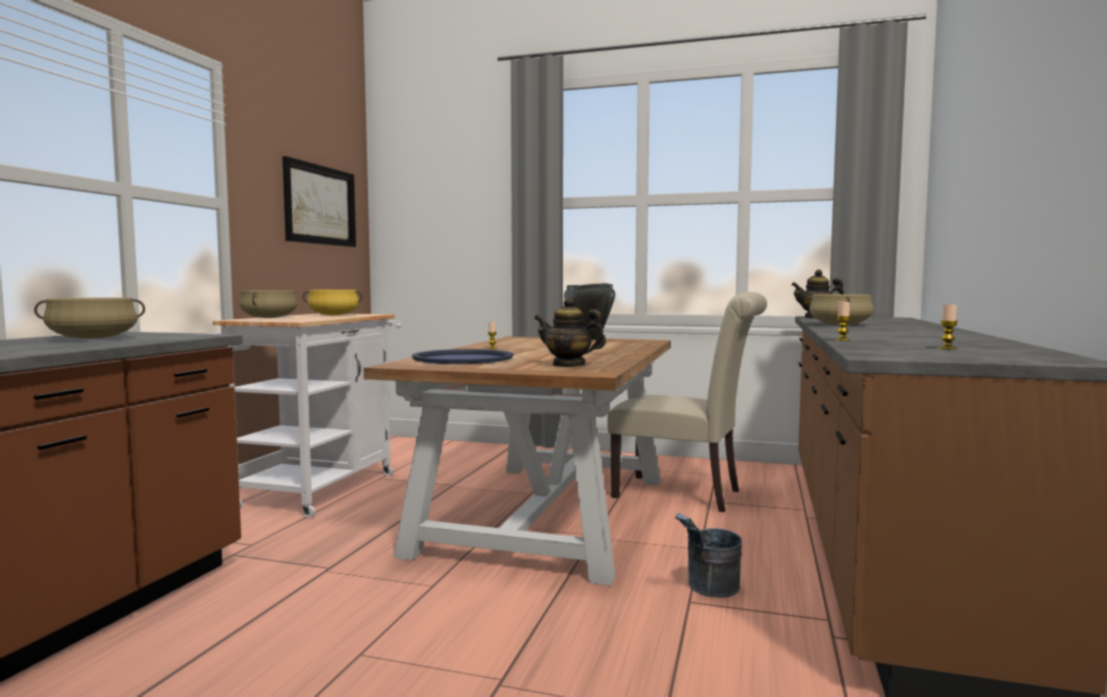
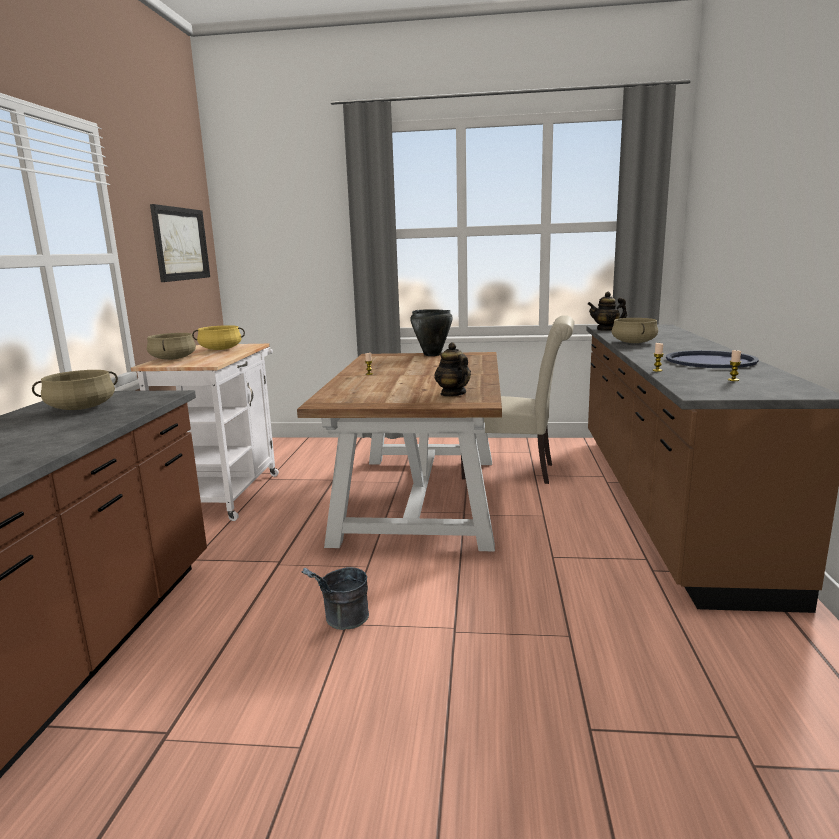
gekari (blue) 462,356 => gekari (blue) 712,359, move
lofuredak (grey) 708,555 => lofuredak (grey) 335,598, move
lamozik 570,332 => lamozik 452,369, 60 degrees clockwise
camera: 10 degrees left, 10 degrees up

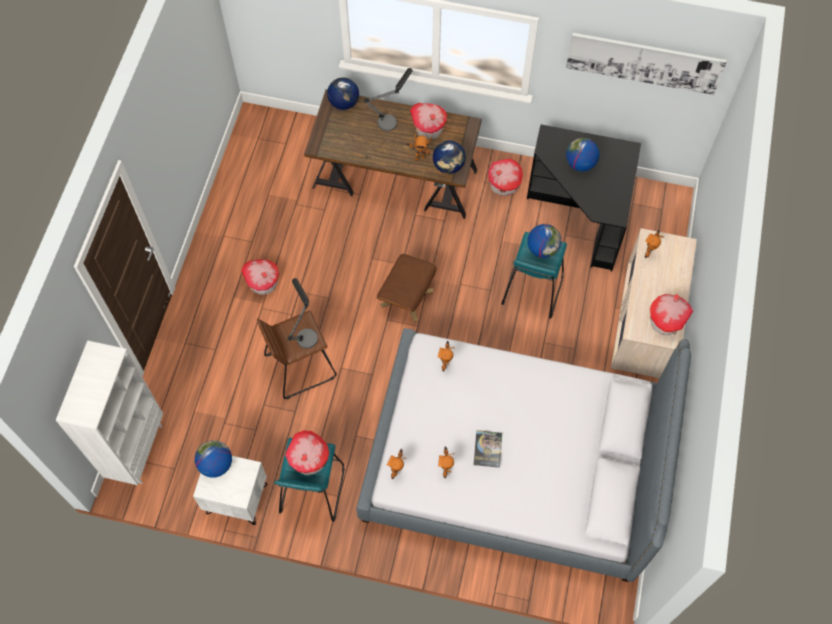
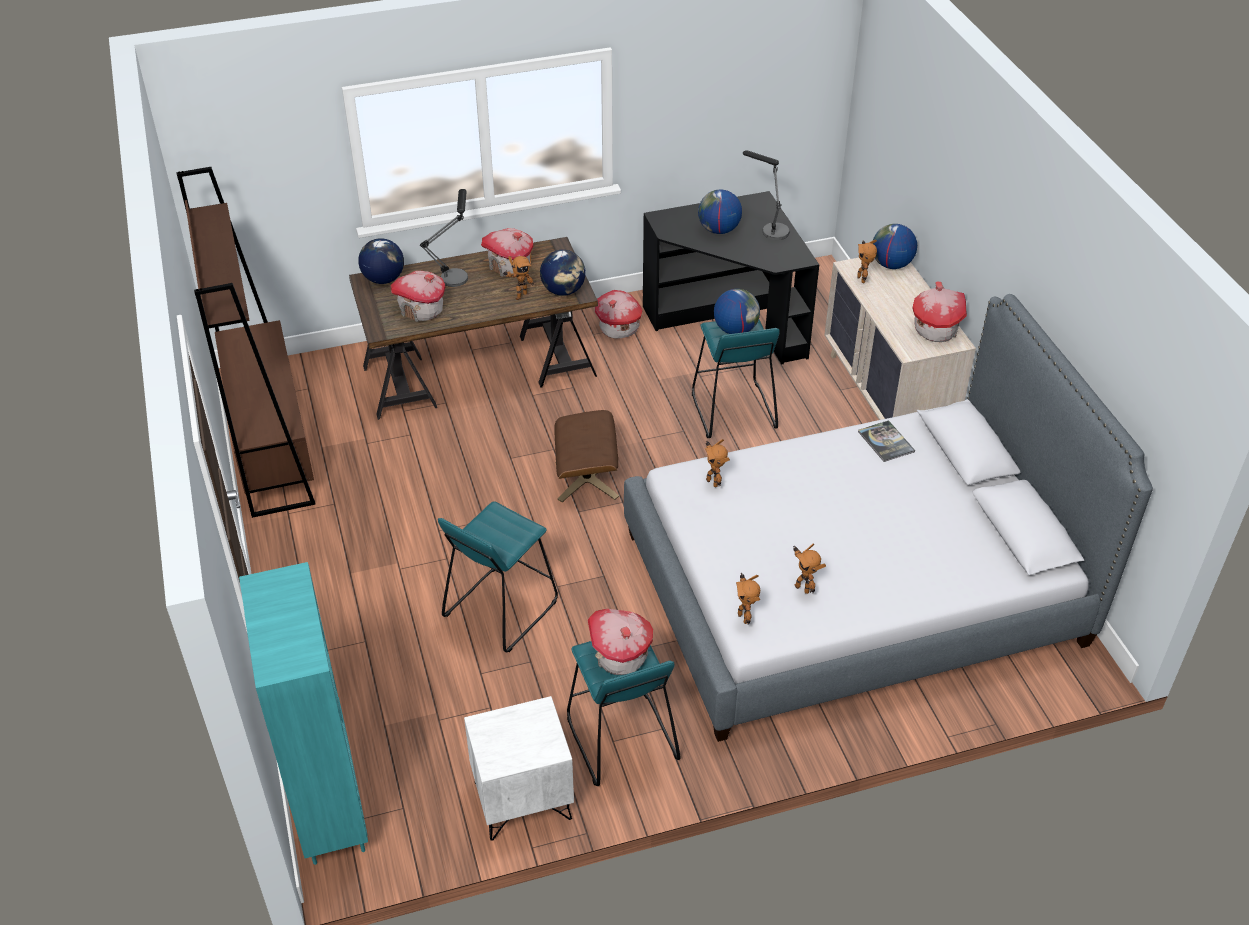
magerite 646,64 => nothing
nothing => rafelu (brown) 246,342
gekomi 213,459 => gekomi 895,246, move
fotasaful 260,277 => fotasaful 417,296, move
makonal 302,313 => makonal 766,195, move
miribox 487,449 => miribox 886,441, move
rafelu (white) 109,412 => rafelu (turquoise) 303,713
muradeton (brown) 296,355 => muradeton (turquoise) 498,576
camera: 30 degrees left, 20 degrees down

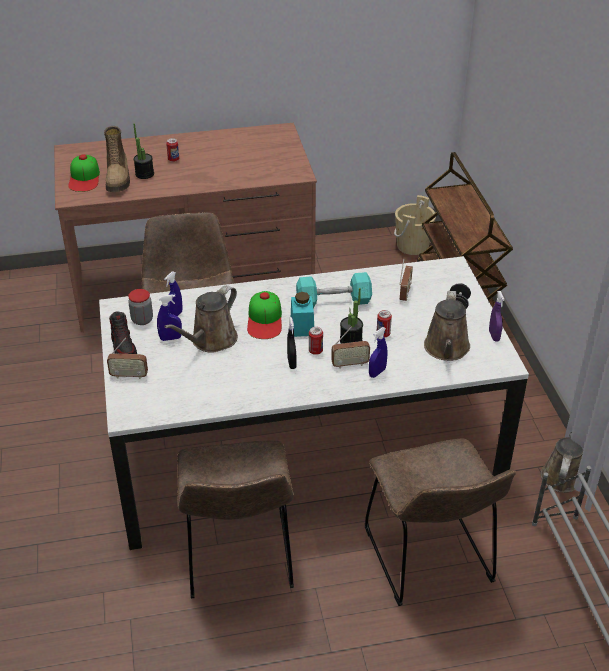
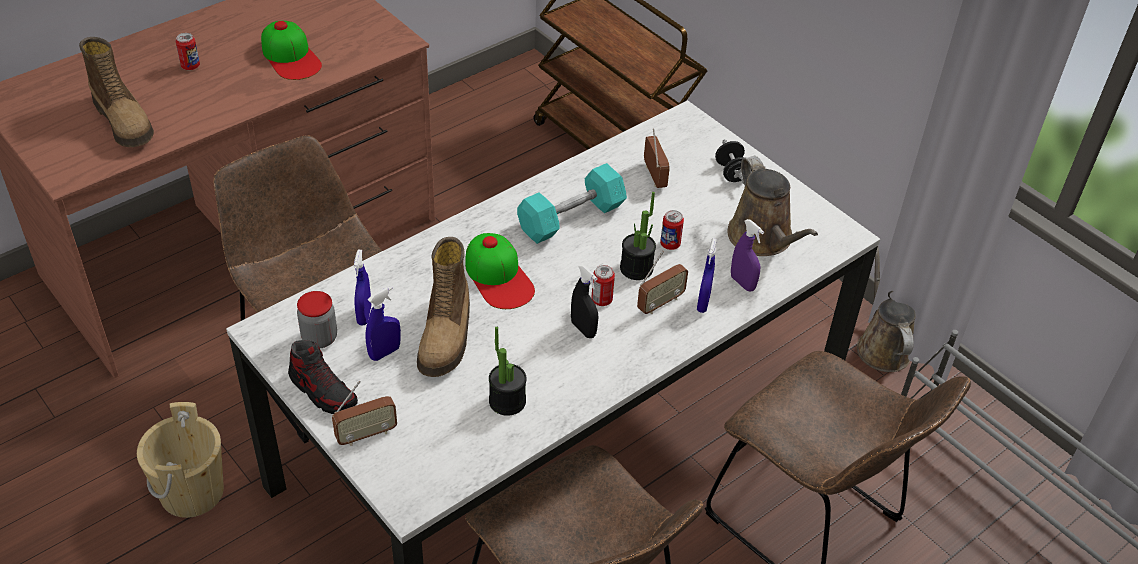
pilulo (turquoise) 302,314 => nothing
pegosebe 84,173 => pegosebe 291,50, move
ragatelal 143,151 => ragatelal 508,371, move
lofuredak (beige) 415,225 => lofuredak (beige) 180,460, move
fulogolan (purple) 497,316 => fulogolan (purple) 747,255, move
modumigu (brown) 201,319 => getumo 443,307
camera: 30 degrees left, 5 degrees up

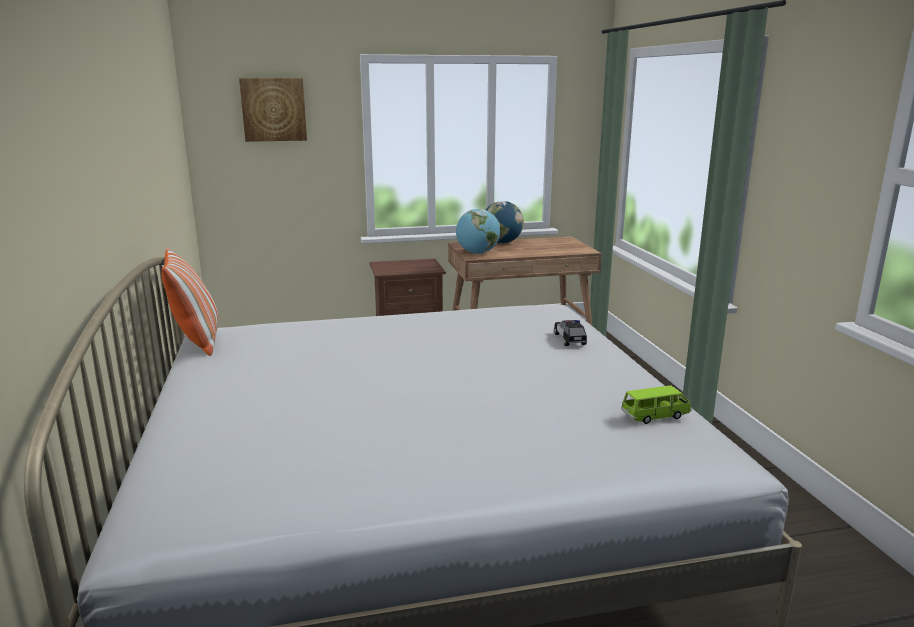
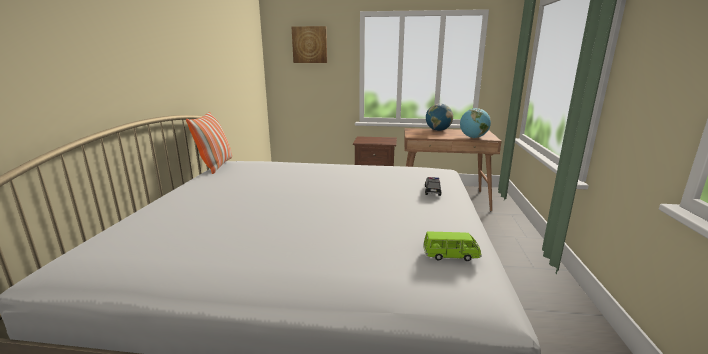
gekomi 478,231 => gekomi 475,123, move
camera: 20 degrees right, 0 degrees up

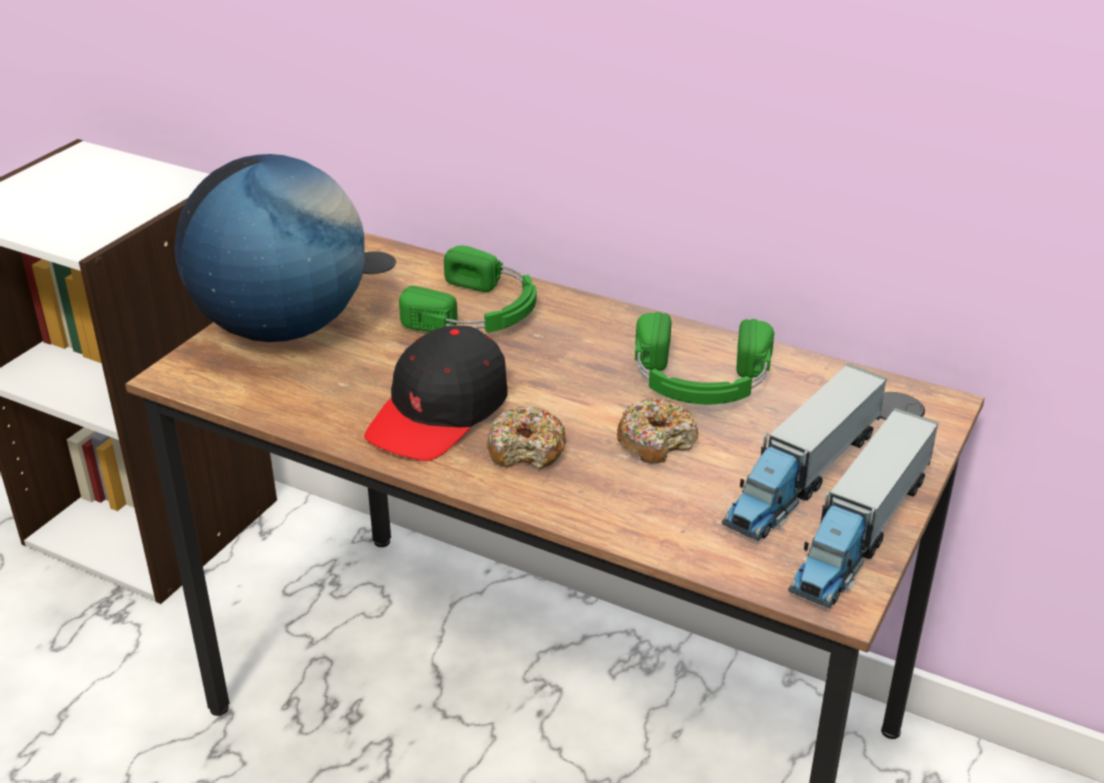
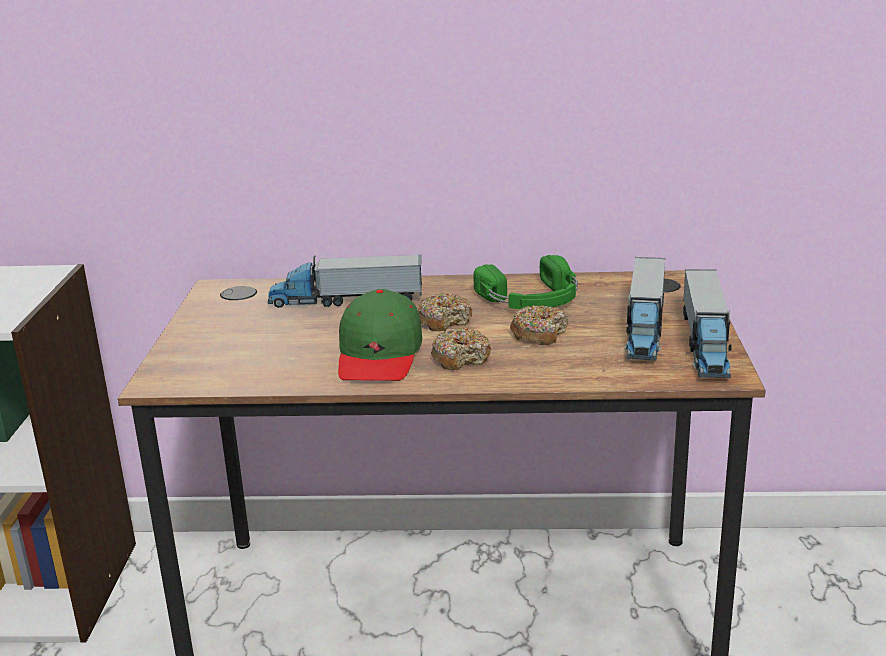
gekomi 270,248 => nothing
nothing => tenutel 445,312
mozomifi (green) 467,289 => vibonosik 345,281
pegosebe (black) 436,393 => pegosebe (green) 380,335
camera: 25 degrees left, 10 degrees down

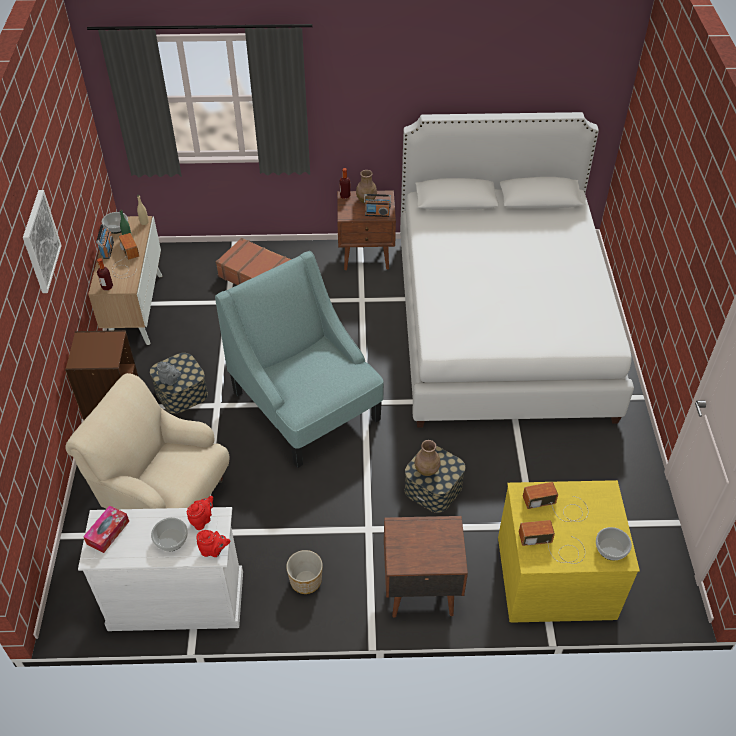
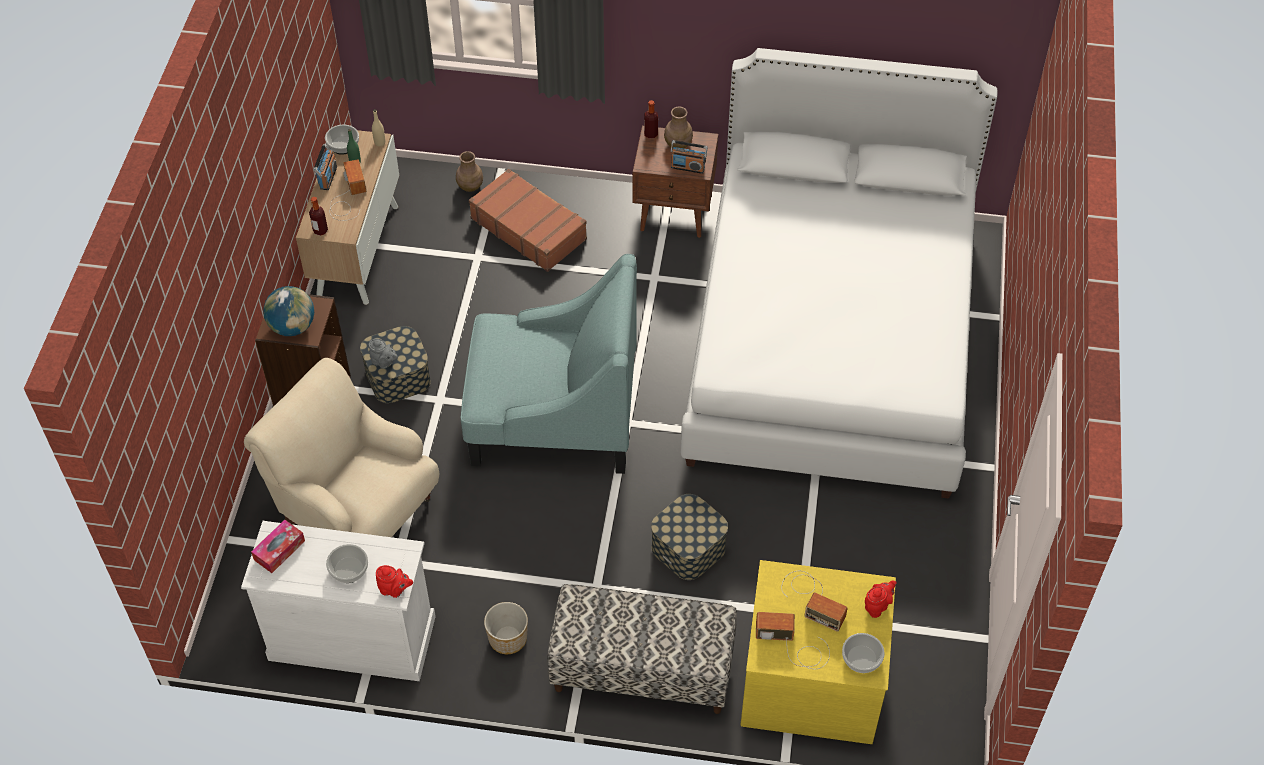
magerite 42,241 => nothing
nothing => gekomi 288,311
lamozik (red) 200,513 => lamozik (red) 881,599, move
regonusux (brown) 427,458 => regonusux (brown) 469,171, move
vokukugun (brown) 426,567 => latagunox 642,649
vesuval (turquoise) 299,359 => vesuval (turquoise) 549,364, 120 degrees clockwise
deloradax 555,502 => deloradax 814,601, 150 degrees counterclockwise
camera: 10 degrees right, 5 degrees up

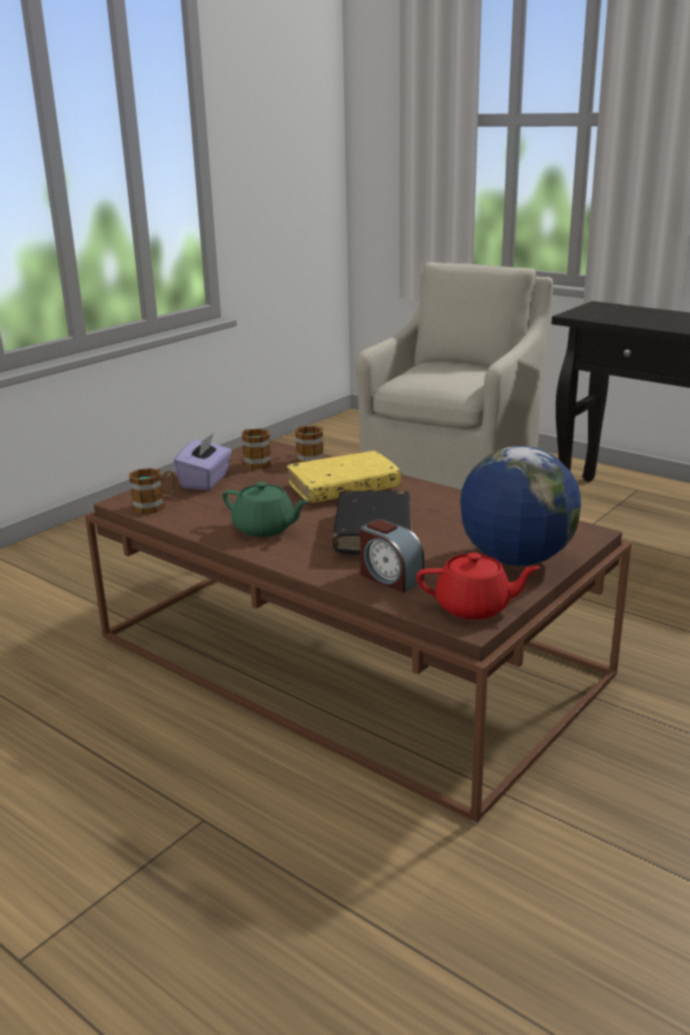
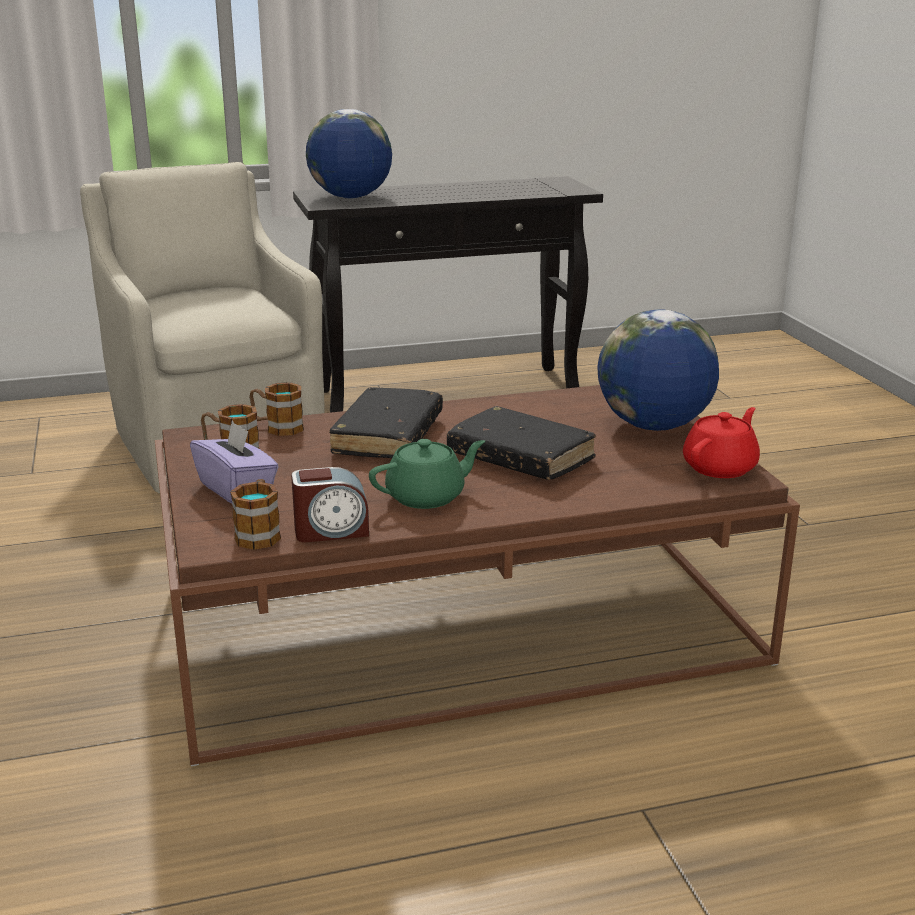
nothing => gekomi 349,153
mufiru 392,556 => mufiru 330,504, move
miribox (yellow) 344,477 => miribox (black) 386,422
camera: 55 degrees left, 0 degrees up

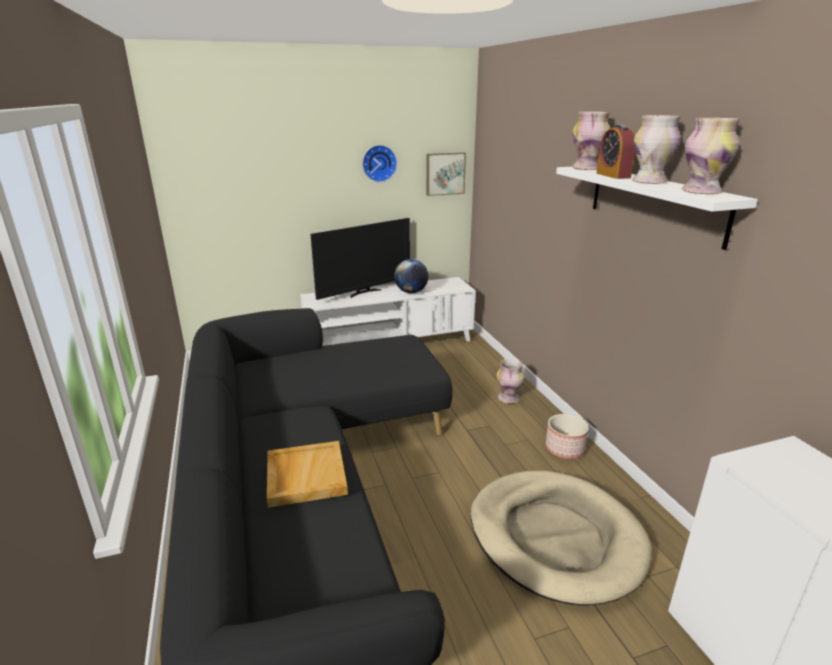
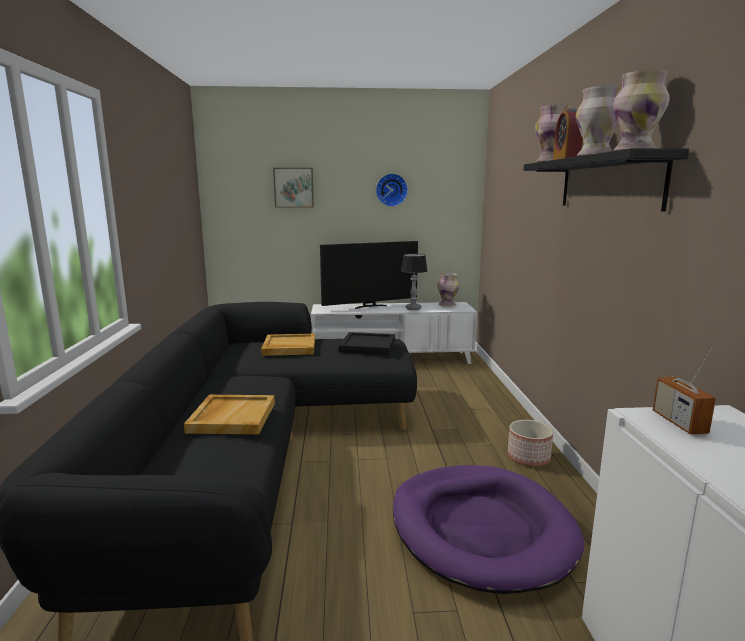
nothing => gekari (beige) 288,345
nothing => gekari (black) 367,343
nothing => deloradax 684,391
magerite 446,174 => magerite 293,188, move
regonusux 510,381 => regonusux 448,290, move
gekomi 411,276 => makonal 414,282
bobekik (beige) 561,538 => bobekik (purple) 488,529
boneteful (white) 657,208 => boneteful (black) 606,180
camera: 15 degrees right, 10 degrees down

